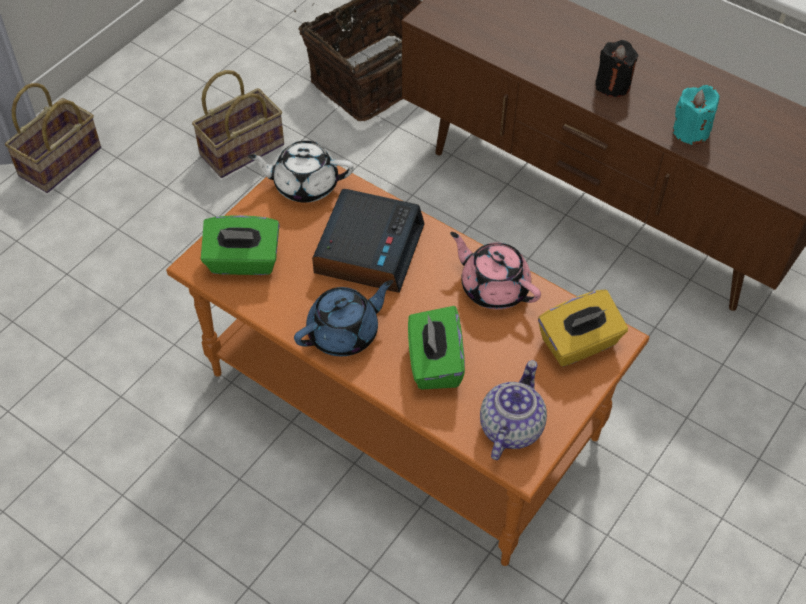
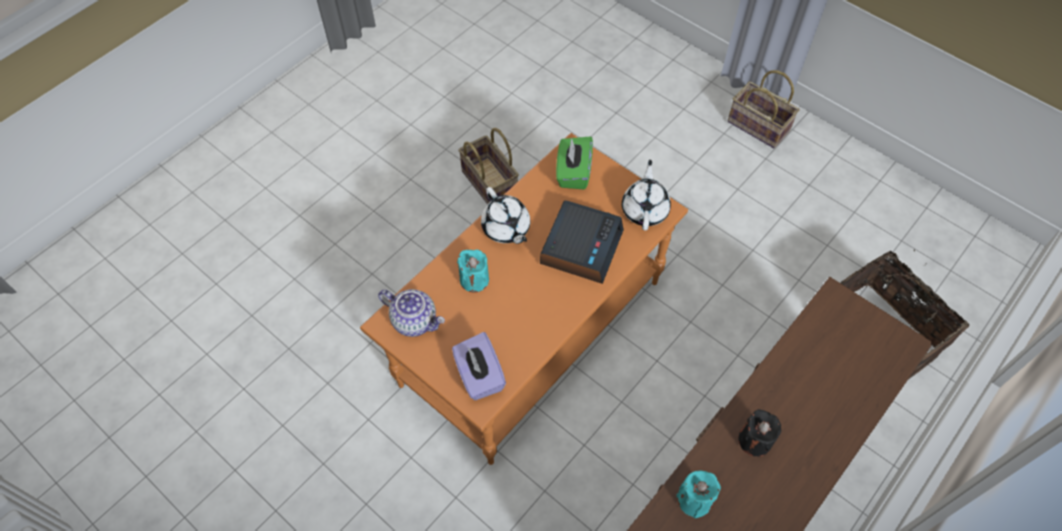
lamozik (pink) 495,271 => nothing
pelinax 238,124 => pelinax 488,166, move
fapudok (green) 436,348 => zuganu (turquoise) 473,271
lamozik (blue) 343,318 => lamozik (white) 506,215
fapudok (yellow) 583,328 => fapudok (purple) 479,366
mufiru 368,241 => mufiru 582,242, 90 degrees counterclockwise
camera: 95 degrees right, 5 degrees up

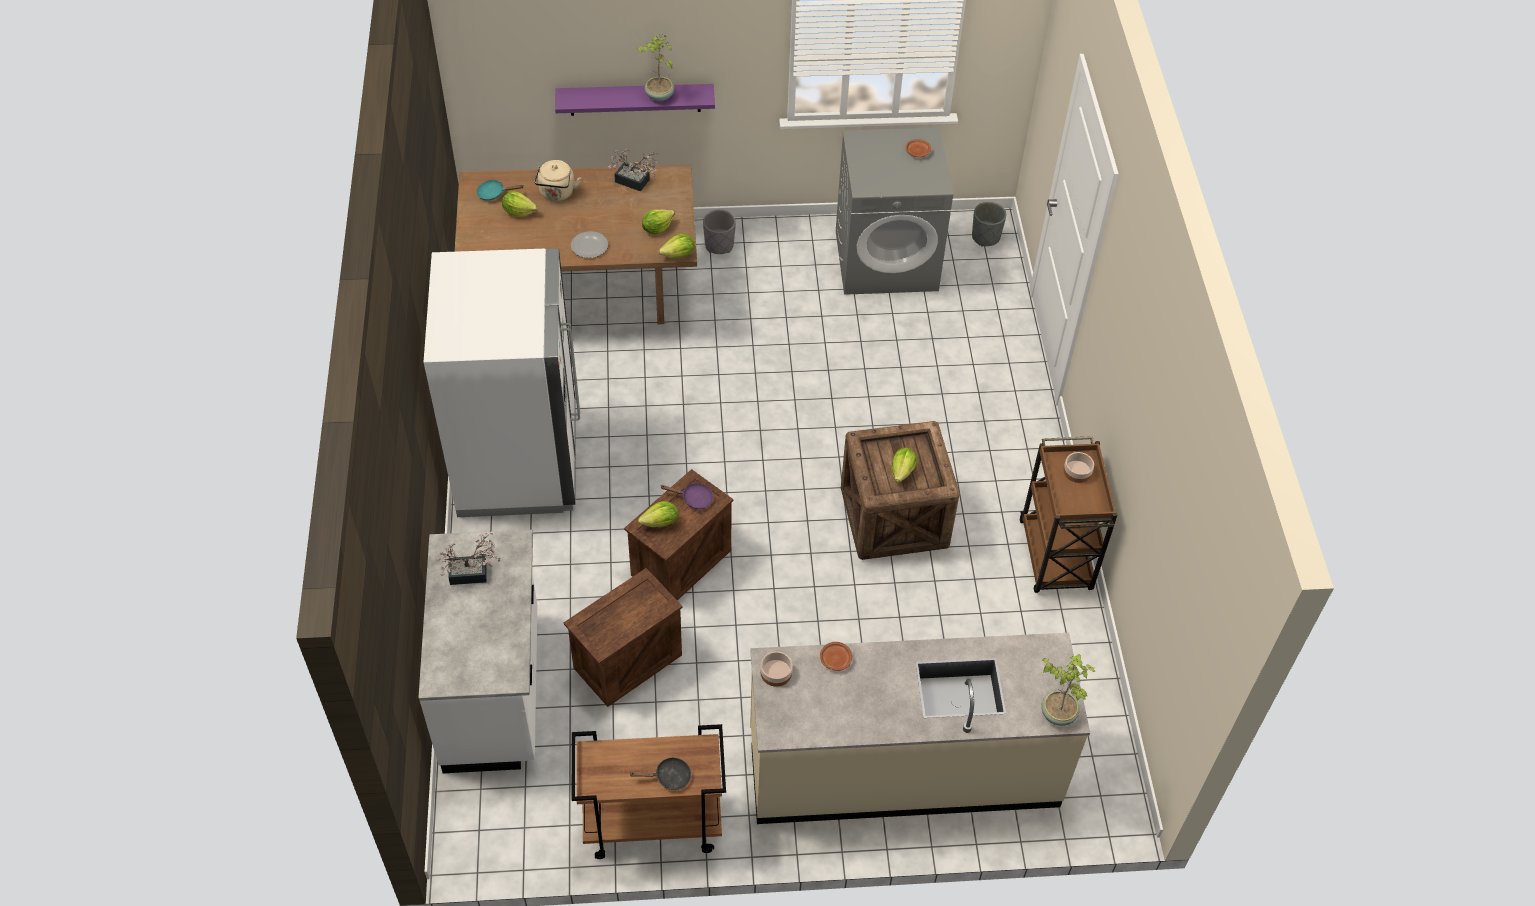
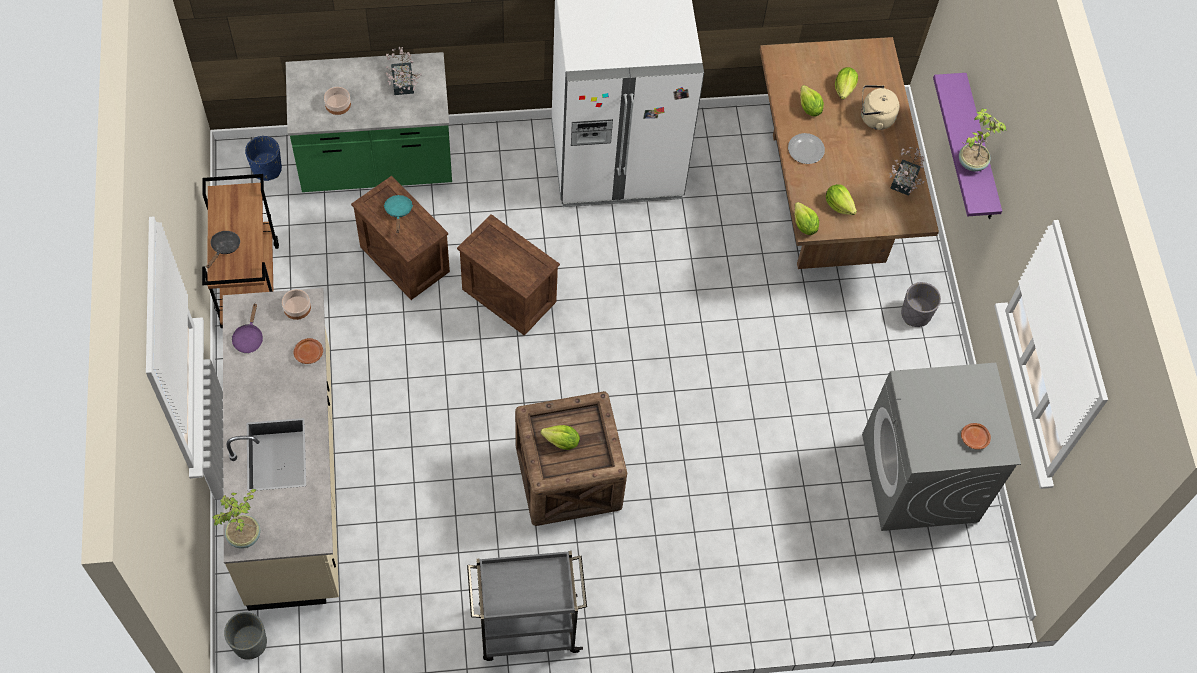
nothing => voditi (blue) 263,158
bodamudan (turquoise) 500,190 => bodamudan (turquoise) 398,214, move
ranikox 658,514 => ranikox 812,101, move
bodamudan (purple) 687,496 => bodamudan (purple) 247,328, move
voditi (grey) 989,224 => voditi (grey) 245,636, move
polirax 1079,467 => polirax 337,101, move
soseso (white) 477,651 => soseso (green) 369,122
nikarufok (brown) 1068,514 => nikarufok (grey) 527,606
bodamudan (black) 660,774 => bodamudan (black) 223,249, 150 degrees counterclockwise
camera: 85 degrees right, 10 degrees up

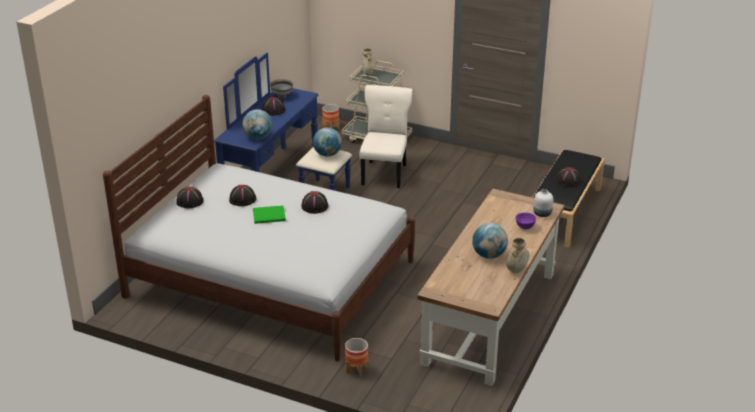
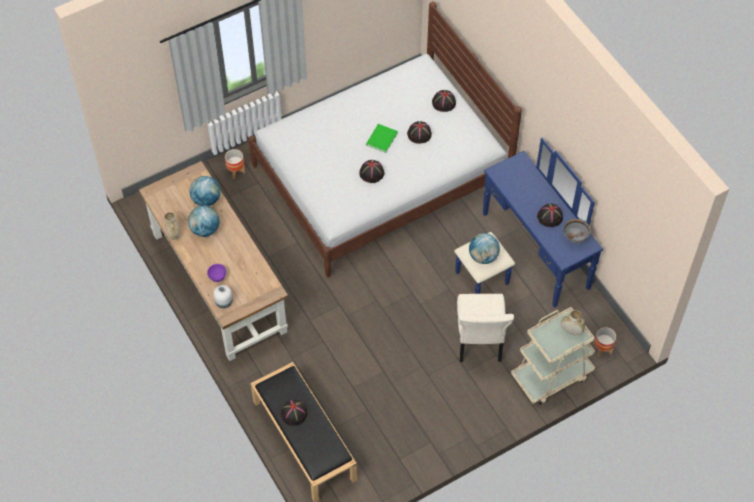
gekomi 257,124 => gekomi 205,191, move
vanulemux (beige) 385,136 => vanulemux (beige) 485,328, 45 degrees clockwise
camera: 125 degrees right, 25 degrees up

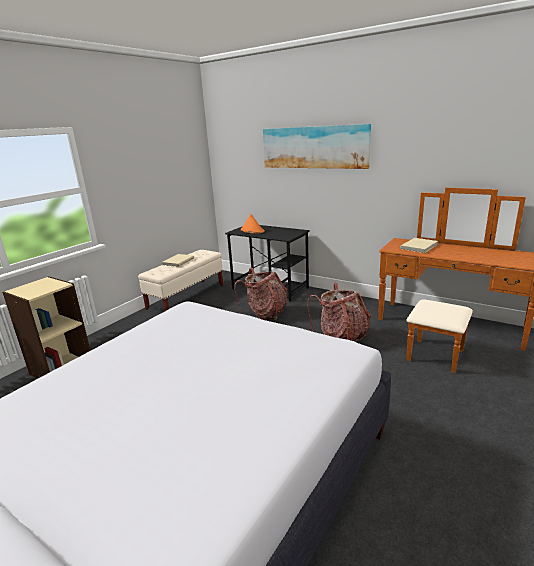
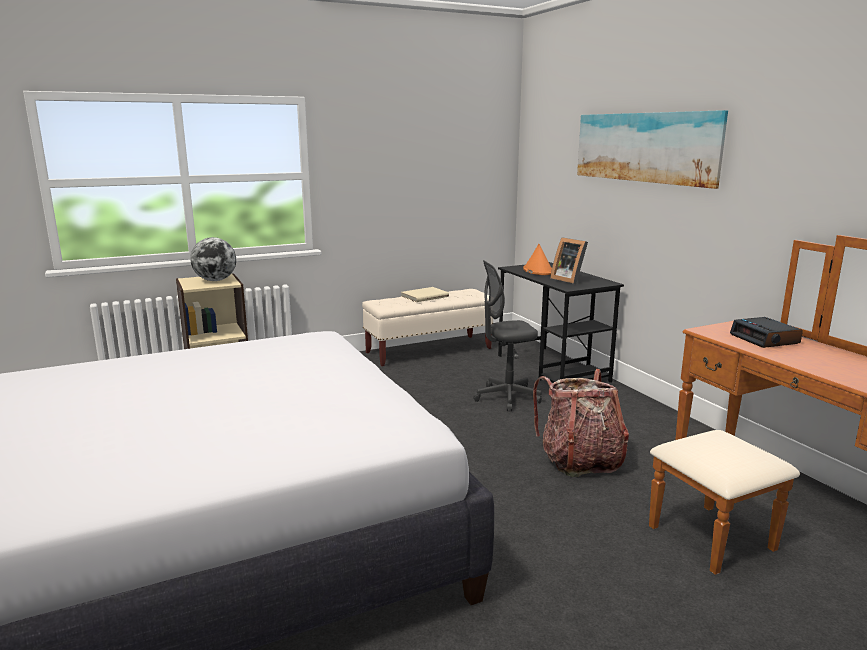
nothing => gekomi 213,259
nothing => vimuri 569,260
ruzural 261,294 => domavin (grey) 507,335
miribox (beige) 419,245 => mufiru 766,332
camera: 30 degrees right, 5 degrees down

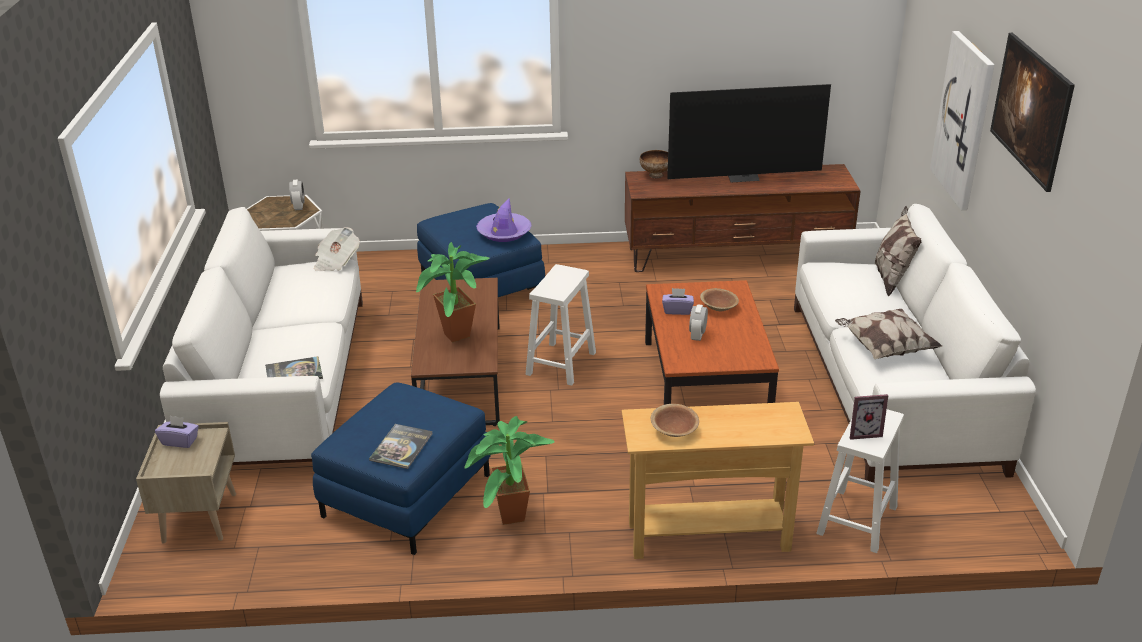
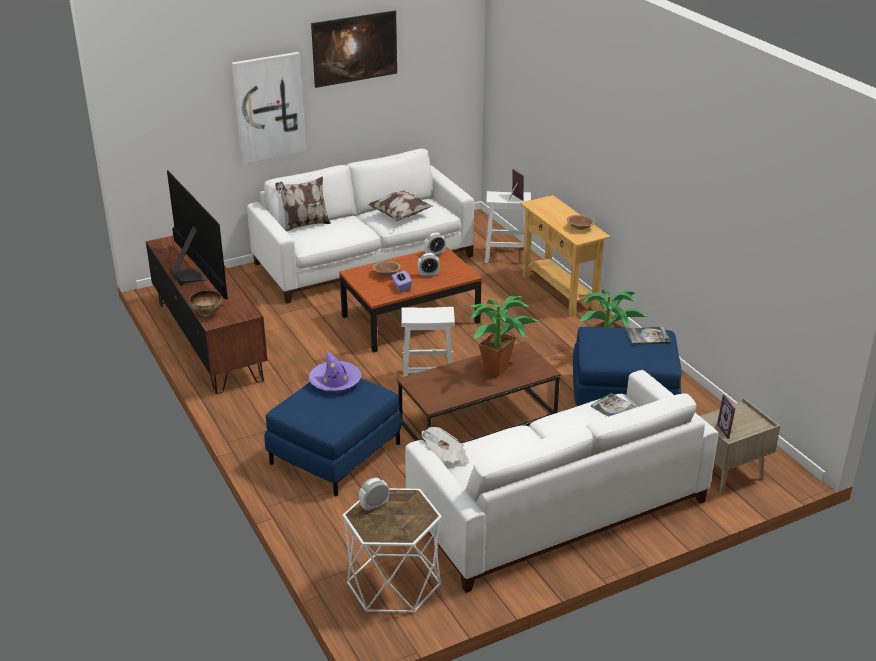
nothing => mufiru 435,244
fapudok (purple) 177,432 => vimuri 726,417
camera: 115 degrees left, 0 degrees up

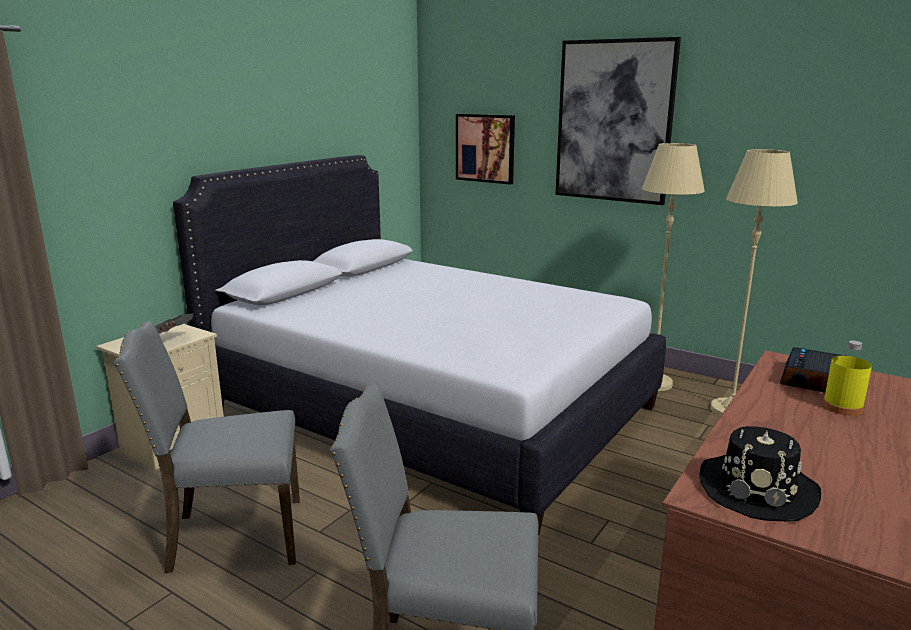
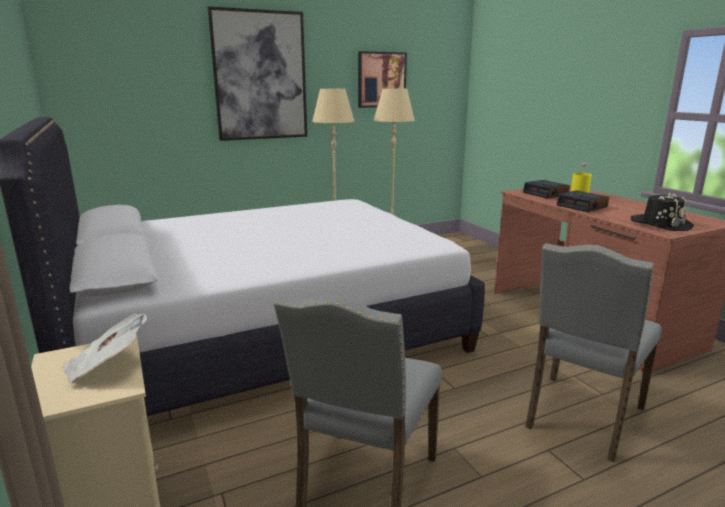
nothing => mufiru 583,201
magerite 485,149 => magerite 382,79, move
camera: 60 degrees left, 0 degrees up

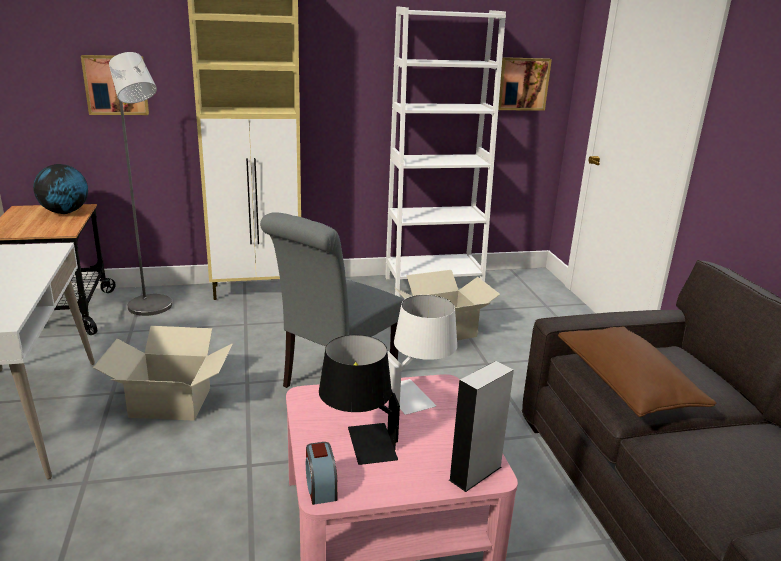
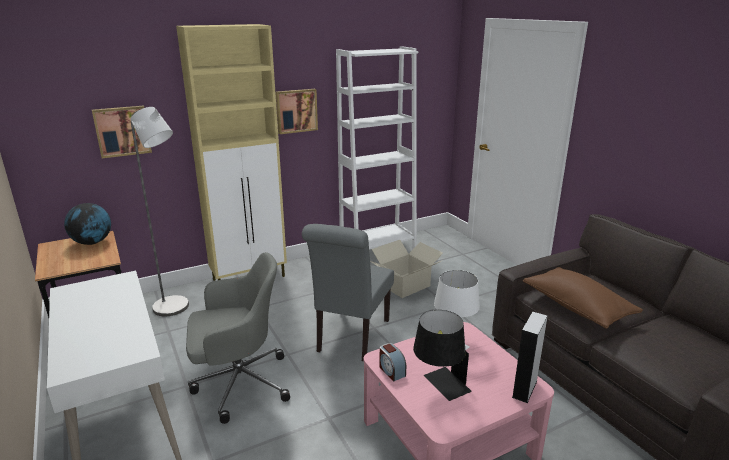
mufiru 322,473 => mufiru 392,362, move
magerite 525,84 => magerite 297,111, move
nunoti 163,373 => domavin (grey) 238,338
camera: 15 degrees left, 0 degrees up

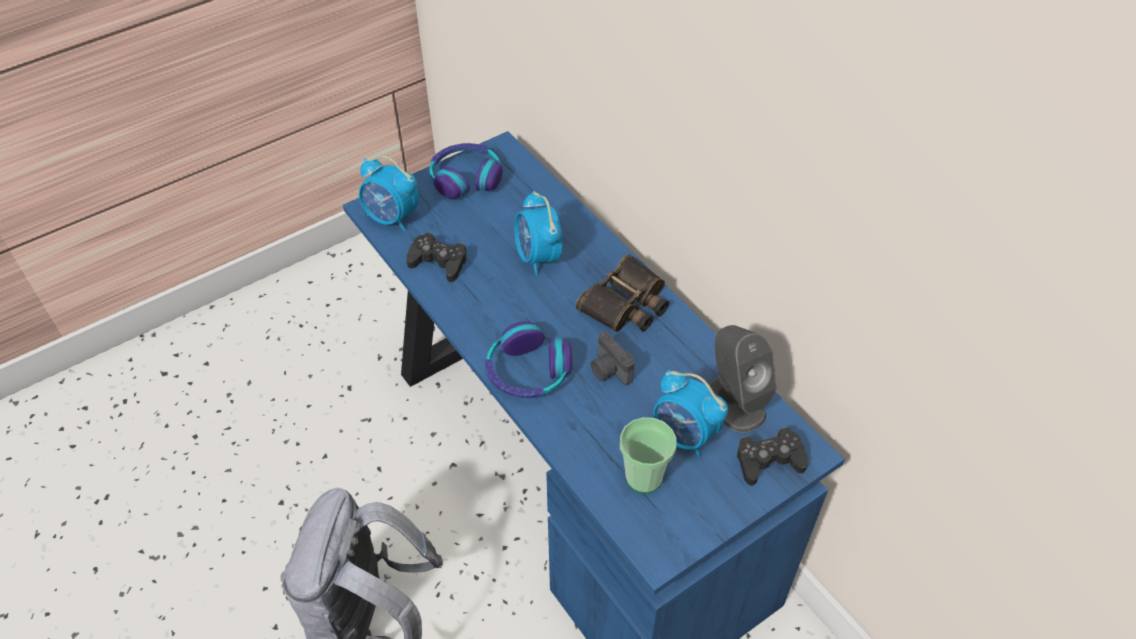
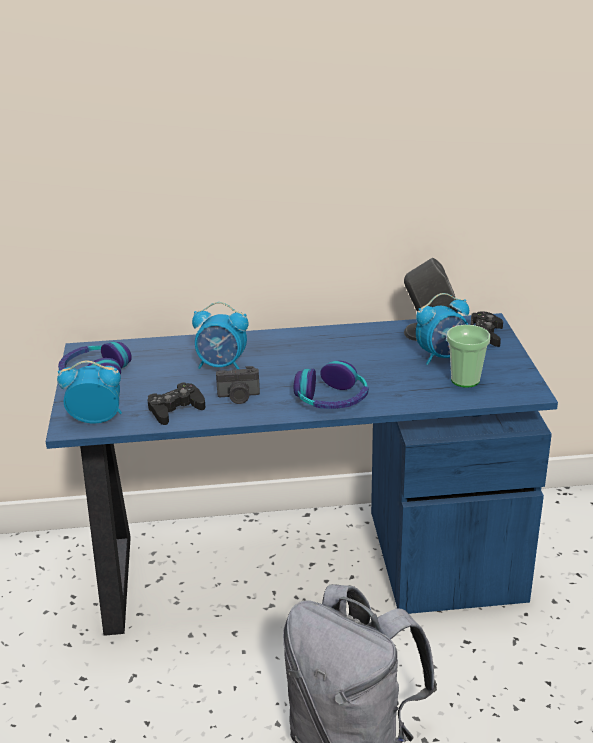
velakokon 622,293 => nothing
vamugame 612,358 => vamugame 238,385, move
mufiru 389,193 => mufiru 89,392, 150 degrees counterclockwise
camera: 60 degrees left, 20 degrees down

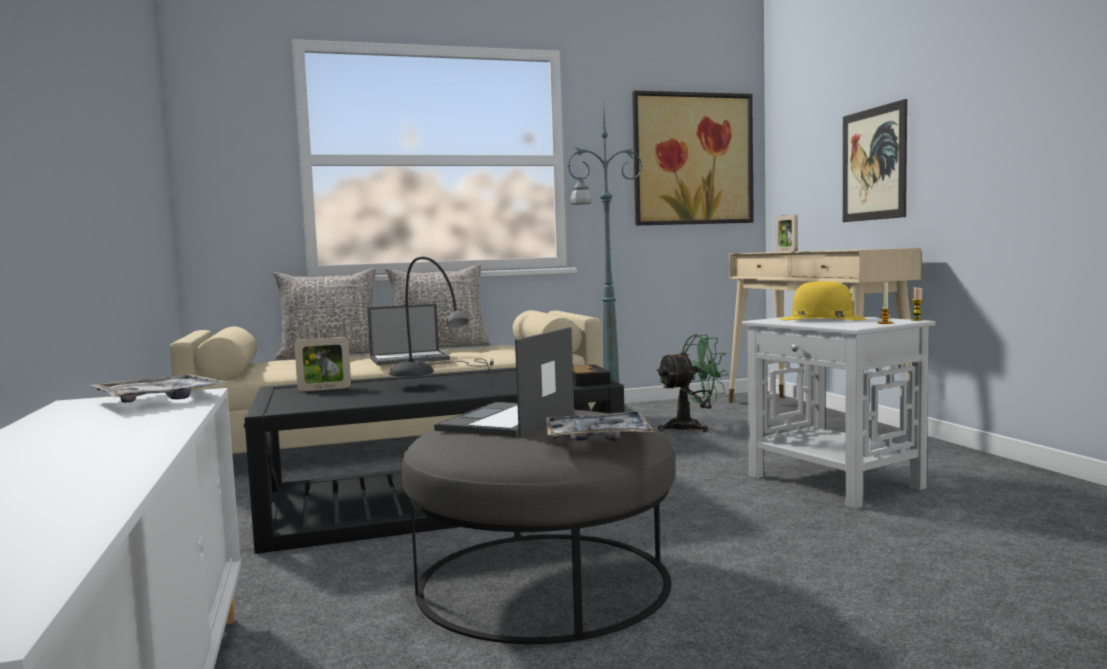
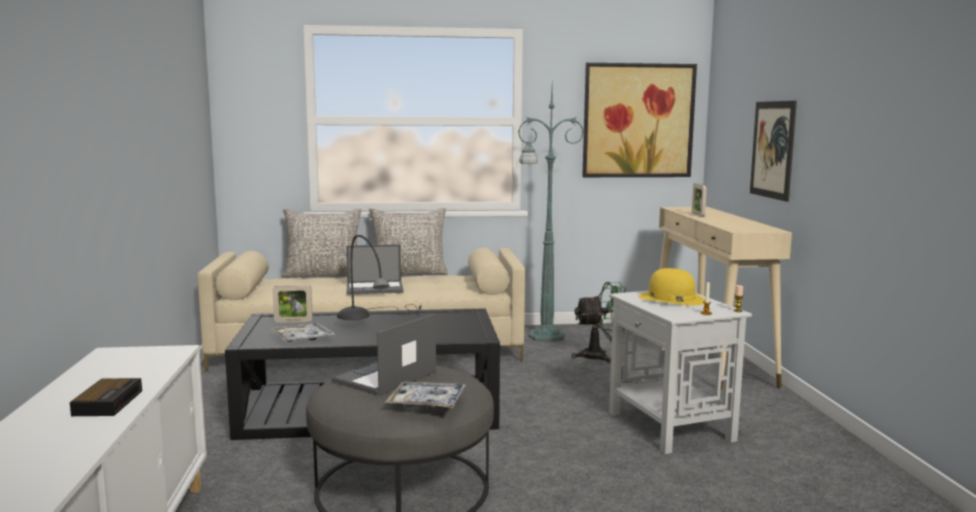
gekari 159,389 => gekari 303,332, move
mufiru 592,375 => mufiru 106,397, move
camera: 10 degrees right, 5 degrees up

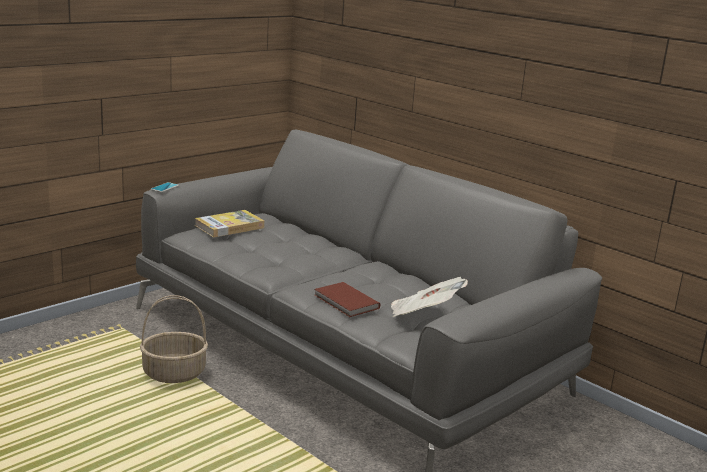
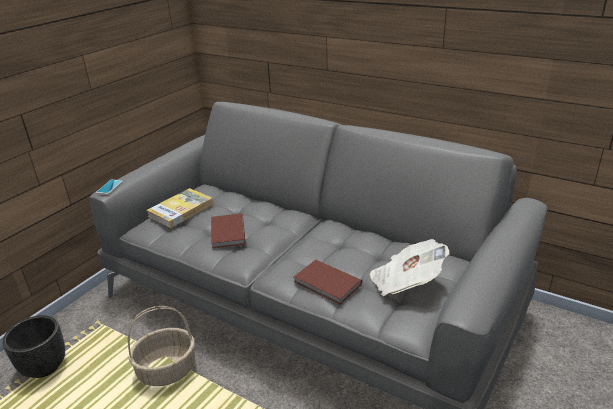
nothing => voditi (black) 33,346
nothing => miribox (brown) 228,230
camera: 10 degrees left, 10 degrees up

